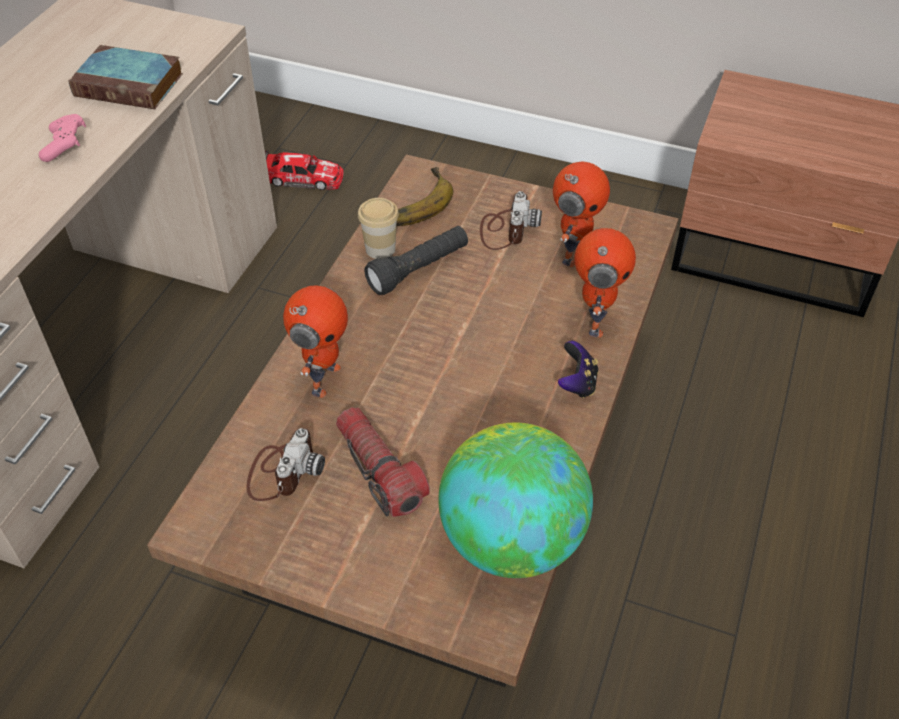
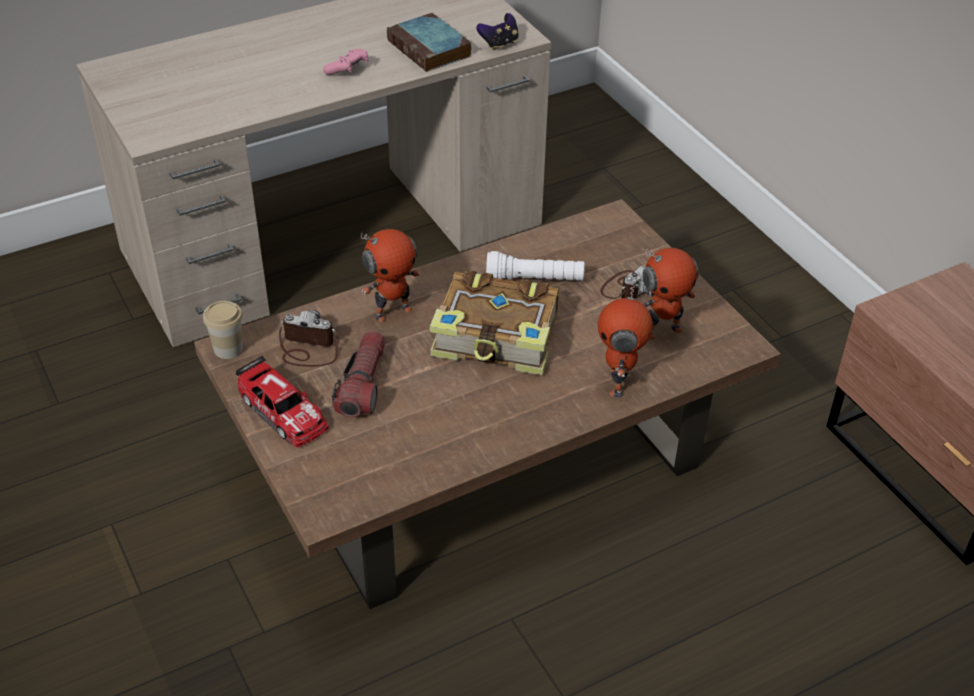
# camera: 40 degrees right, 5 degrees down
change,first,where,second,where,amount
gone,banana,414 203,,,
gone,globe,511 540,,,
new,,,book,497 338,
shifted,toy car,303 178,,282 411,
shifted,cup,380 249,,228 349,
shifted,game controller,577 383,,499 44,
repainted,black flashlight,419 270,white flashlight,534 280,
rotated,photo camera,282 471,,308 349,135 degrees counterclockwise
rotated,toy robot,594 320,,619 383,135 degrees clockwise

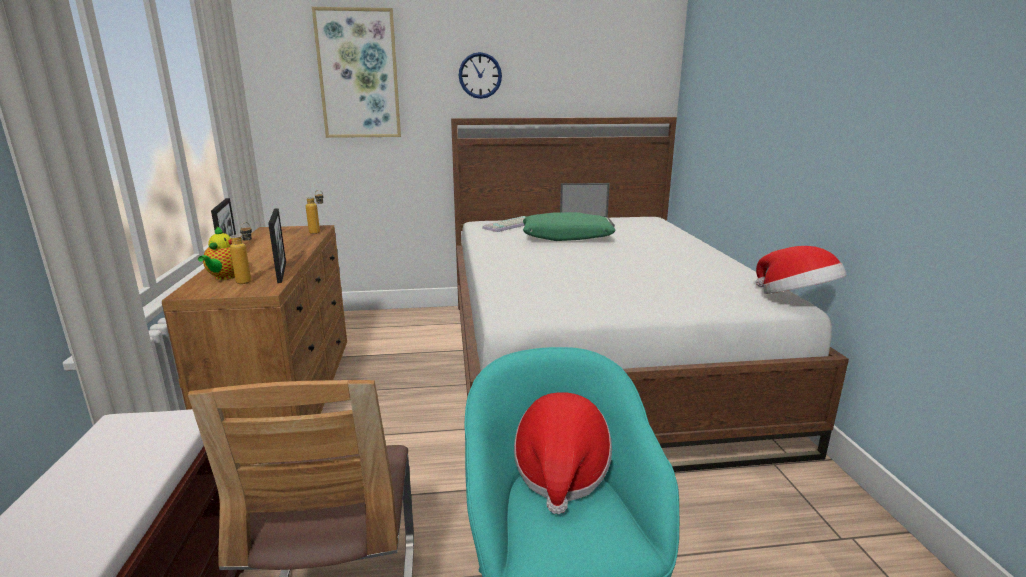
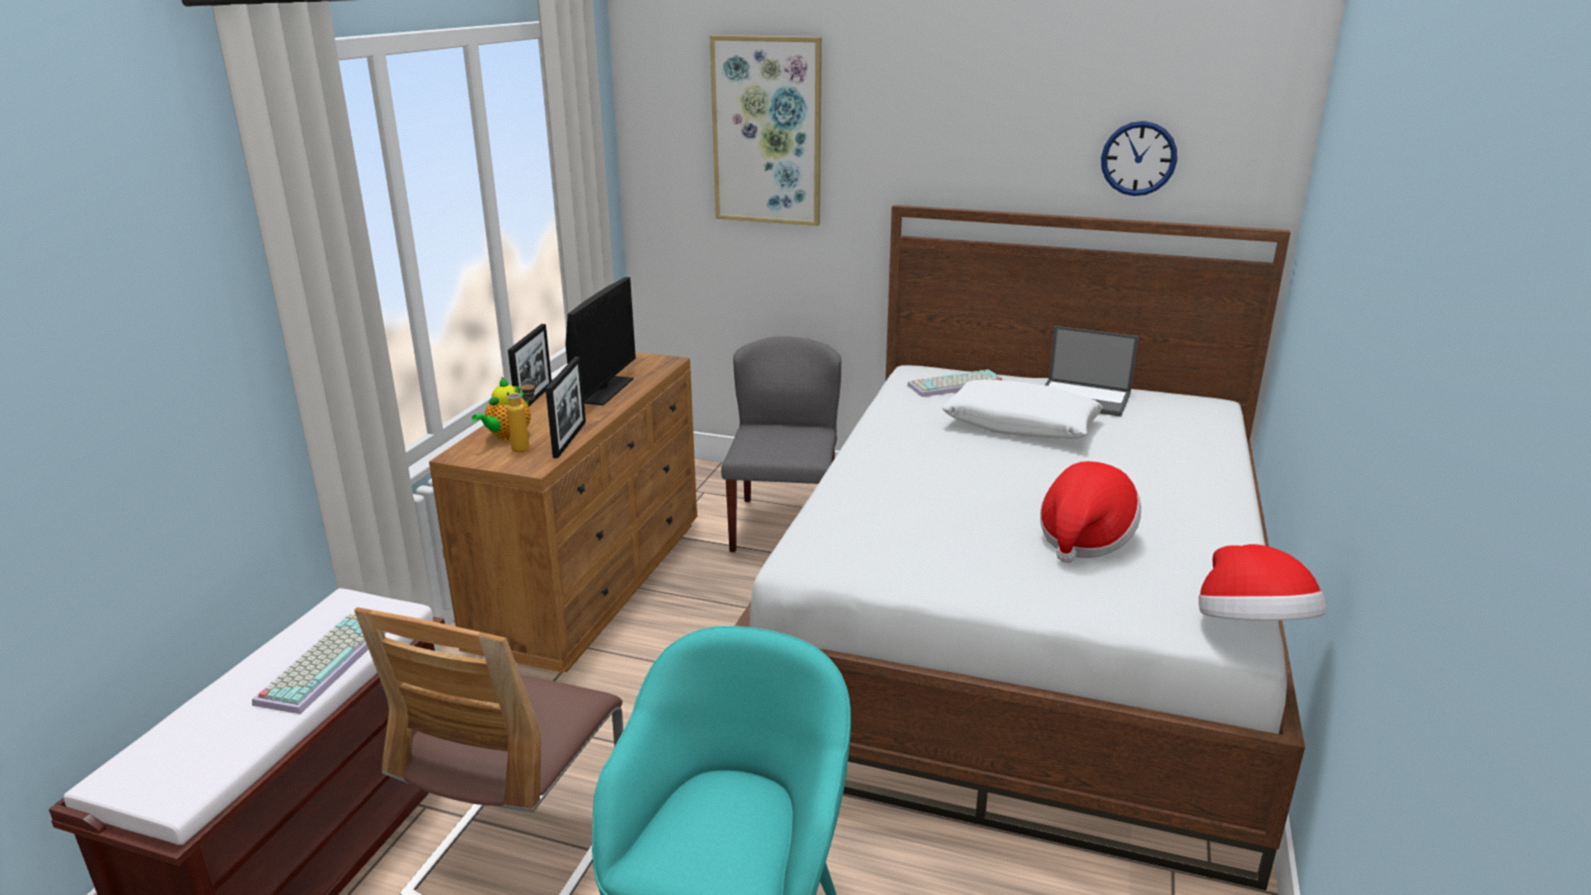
# camera: 25 degrees right, 5 degrees up
change,first,where,second,where,amount
gone,bottle,318 233,,,
new,,,keyboard,325 661,
new,,,monitor,603 390,
new,,,grey chair,783 526,
shifted,wall clock,480 75,,1138 158,
shifted,hat,561 473,,1084 539,
repainted,green pillow,566 237,white pillow,1020 425,

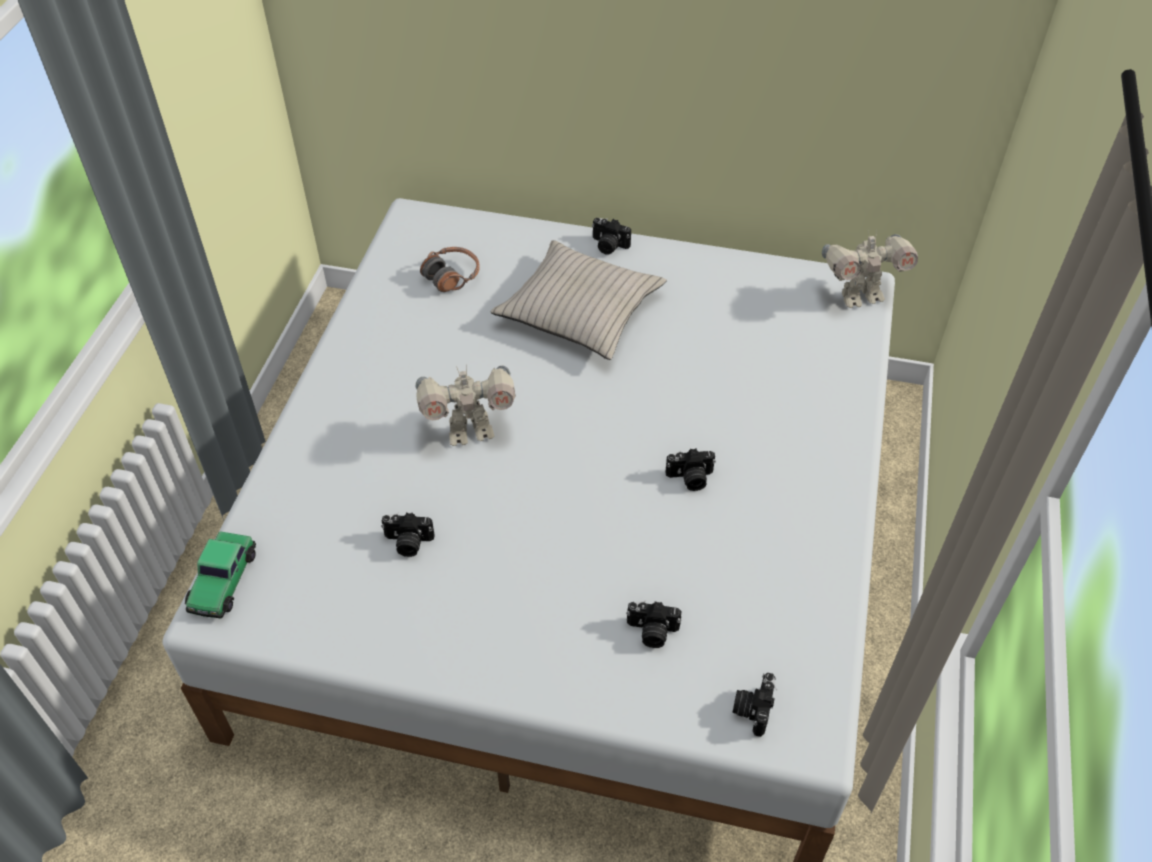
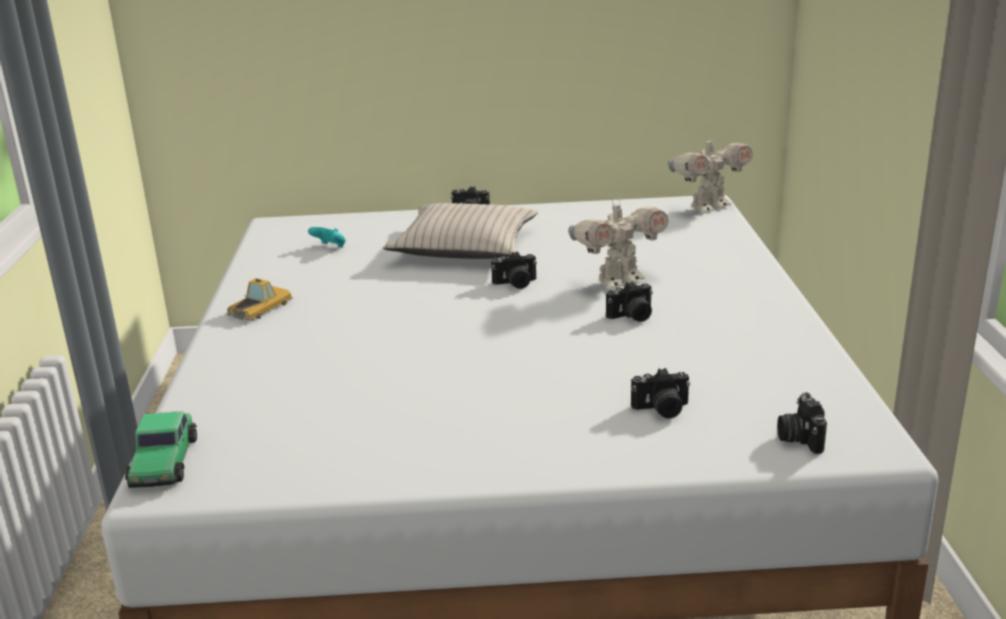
# camera: 15 degrees left, 25 degrees down
change,first,where,second,where,amount
new,,,toy car,261 308,
shifted,photo camera,408 543,,515 284,
shifted,toy robot,469 431,,618 280,
swapped,headphones,452 276,turquoise game controller,330 247,

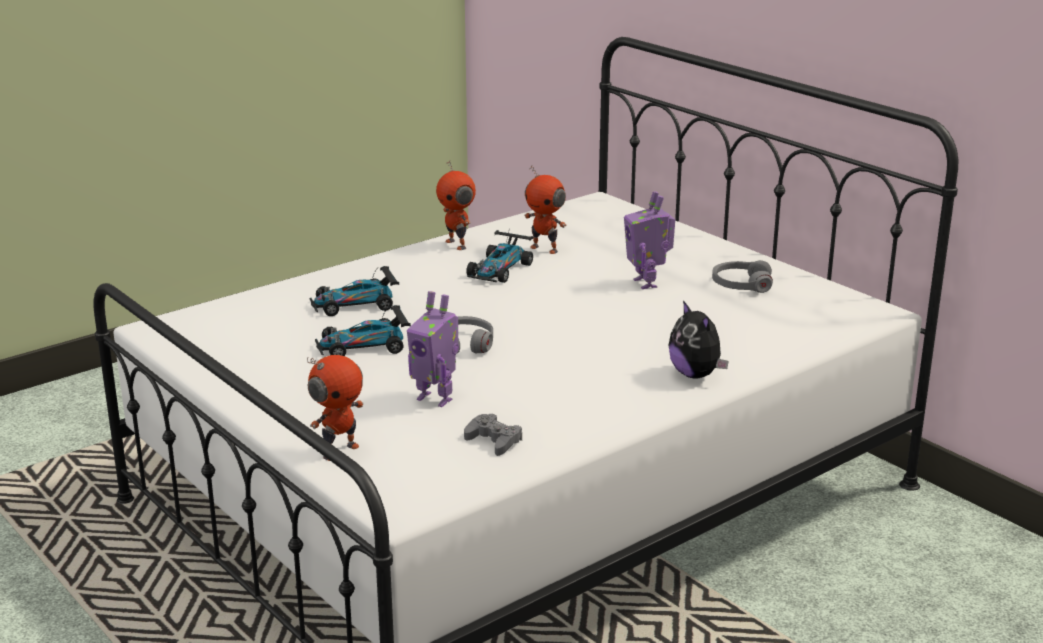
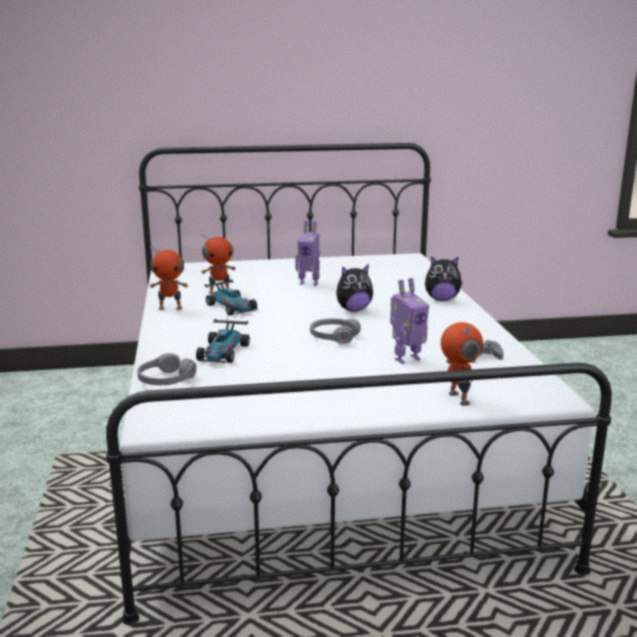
# camera: 60 degrees left, 5 degrees down
change,first,where,second,where,amount
gone,toy car,363 346,,,
new,,,plush toy,353 310,
shifted,grey headphones,741 285,,165 380,

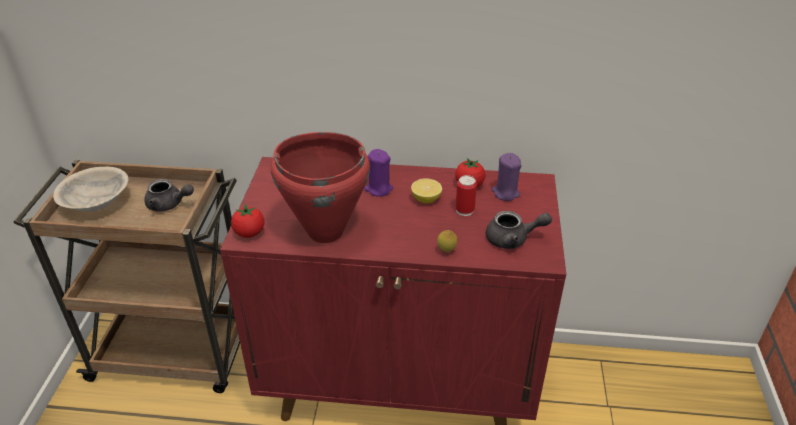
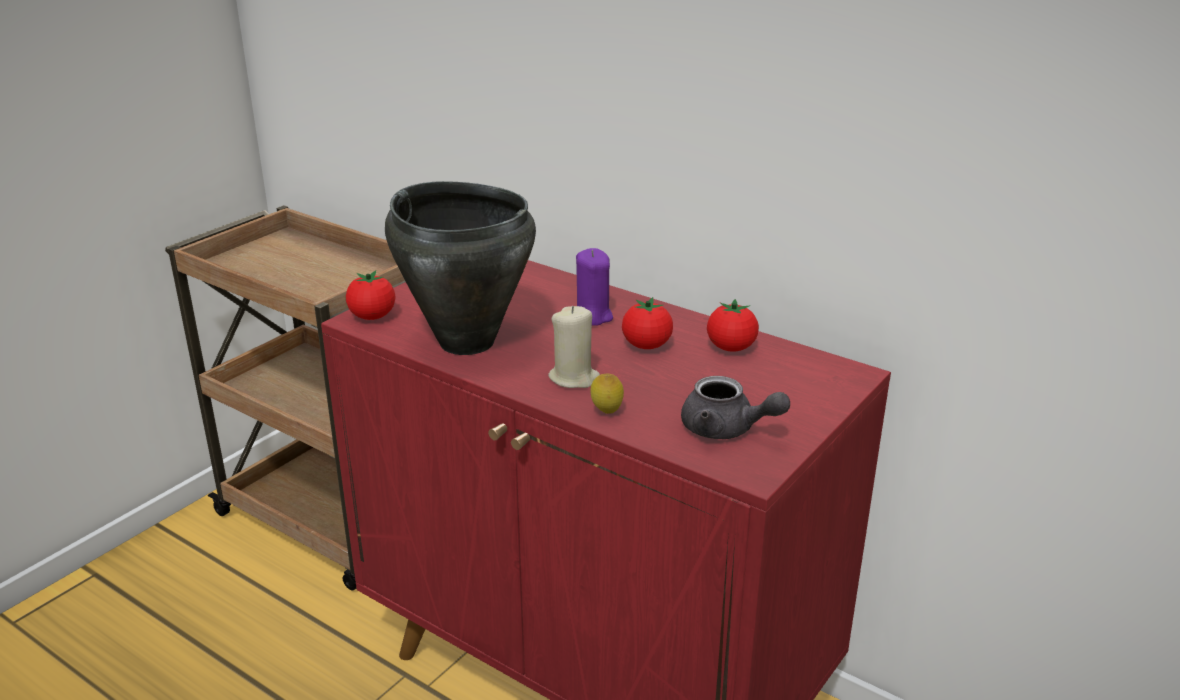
# camera: 30 degrees right, 10 degrees down
change,first,where,second,where,amount
gone,beige bowl,97 203,,,
gone,grey teapot,169 205,,,
gone,can,464 210,,,
gone,purple candle,505 193,,,
new,,,beige candle,574 378,
swapped,lemon,426 199,tomato,646 345,
repainted,red cooking pot,325 231,black cooking pot,466 341,

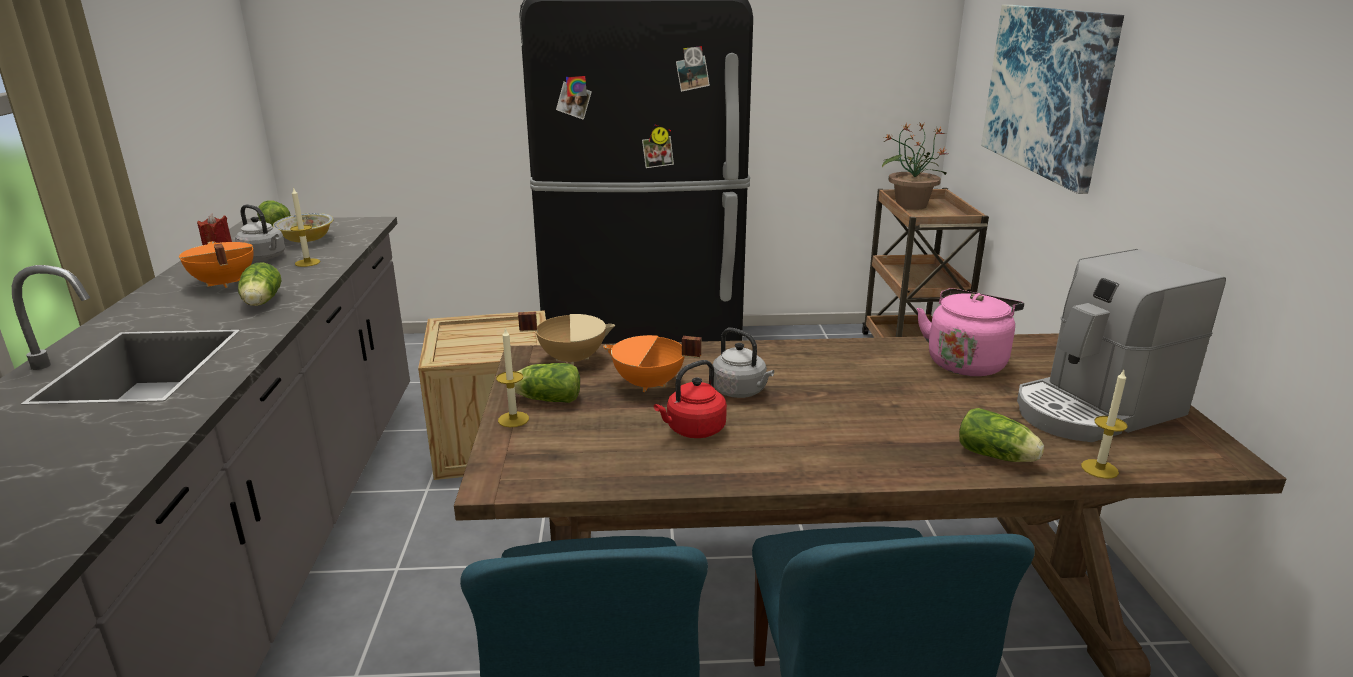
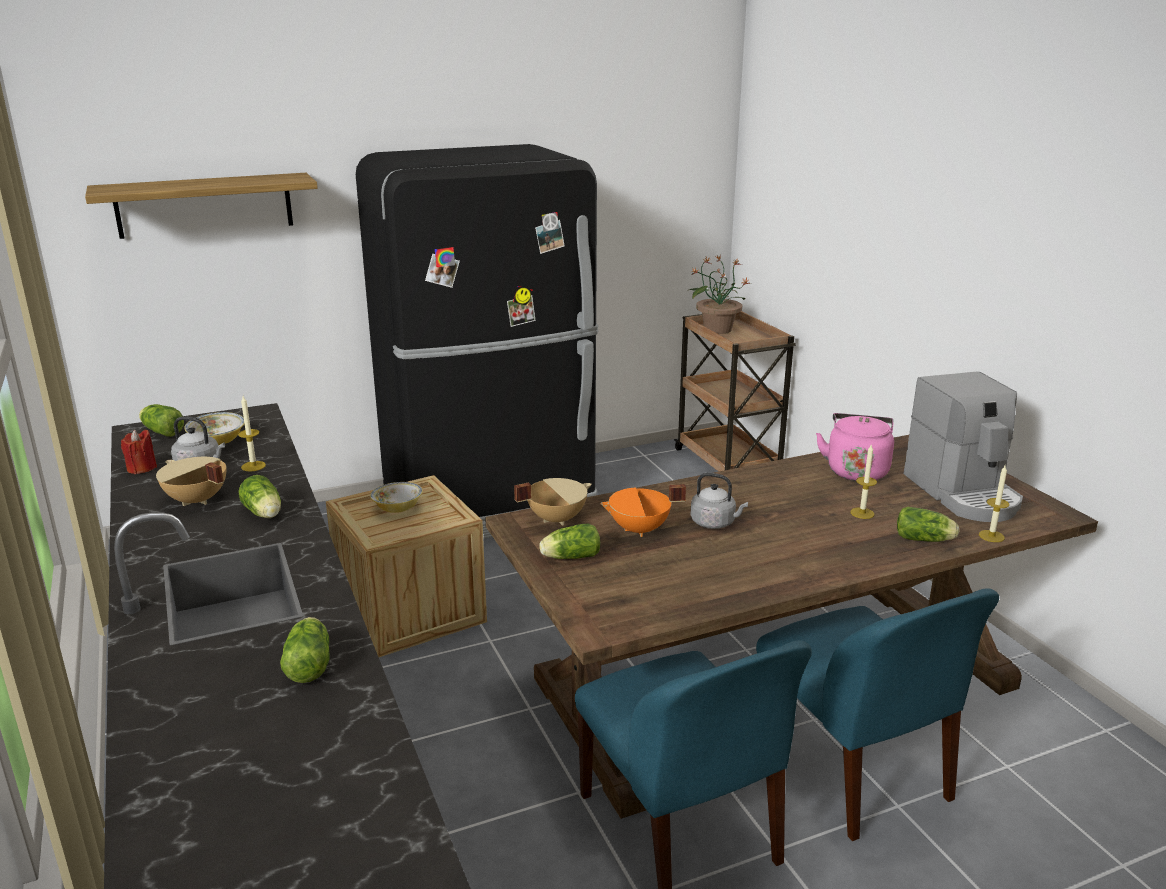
# camera: 20 degrees left, 0 degrees up
change,first,where,second,where,amount
gone,red kettle,693 430,,,
gone,picture,1046 91,,,
new,,,shelf,204 205,
new,,,lettuce,309 663,
new,,,bowl,397 508,
shifted,candle,513 419,,862 513,
repainted,orange cooking pot,222 283,beige cooking pot,196 501,
rotated,coffee machine,1095 410,,963 493,60 degrees counterclockwise

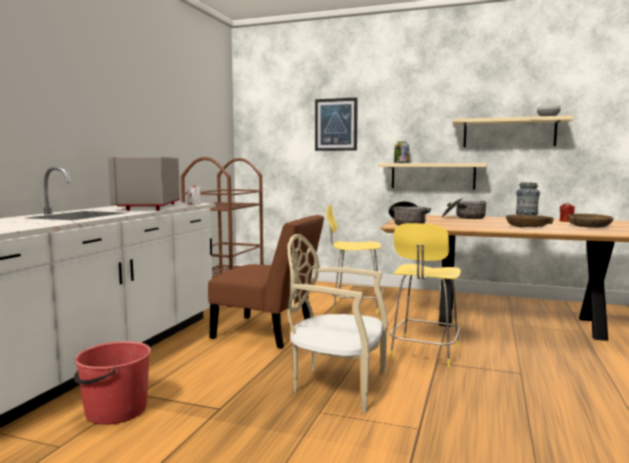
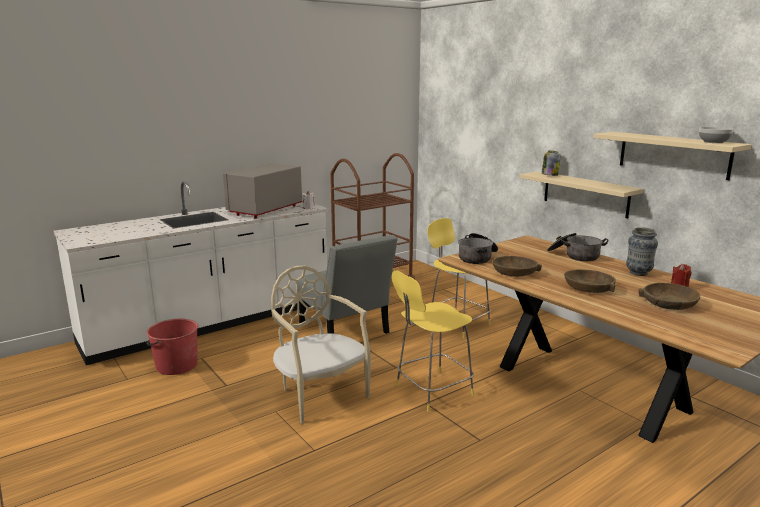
# camera: 35 degrees right, 10 degrees up
change,first,where,second,where,amount
gone,picture,336 124,,,
new,,,brown bowl,514 272,
repainted,brown chair,268 333,grey chair,346 331,

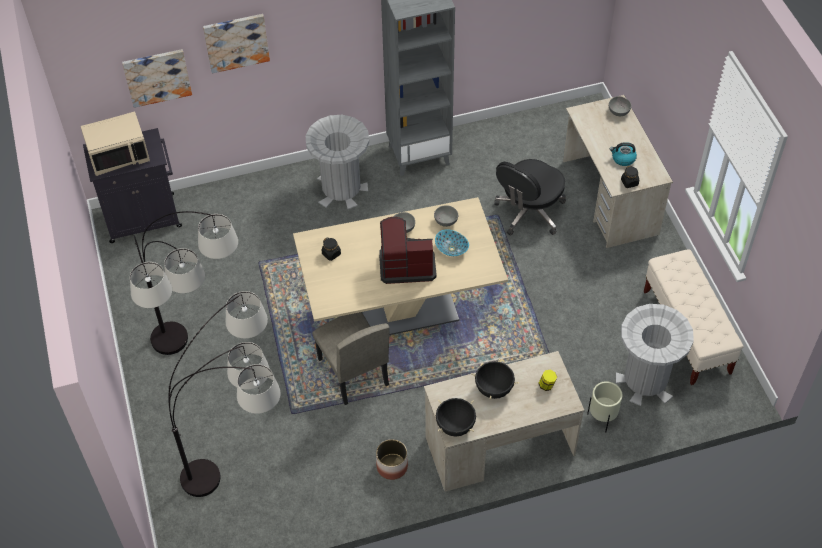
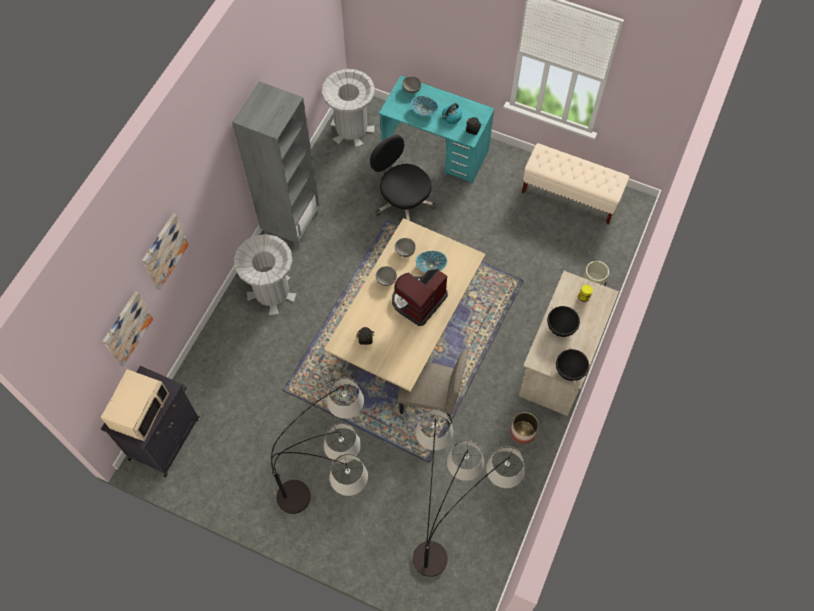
# camera: 50 degrees left, 10 degrees up
change,first,where,second,where,amount
new,,,bowl,424 110,
shifted,grey trash can,645 380,,351 129,
repainted,beige desk,609 197,turquoise desk,435 151,
rotated,black office chair,529 212,,403 202,150 degrees clockwise

